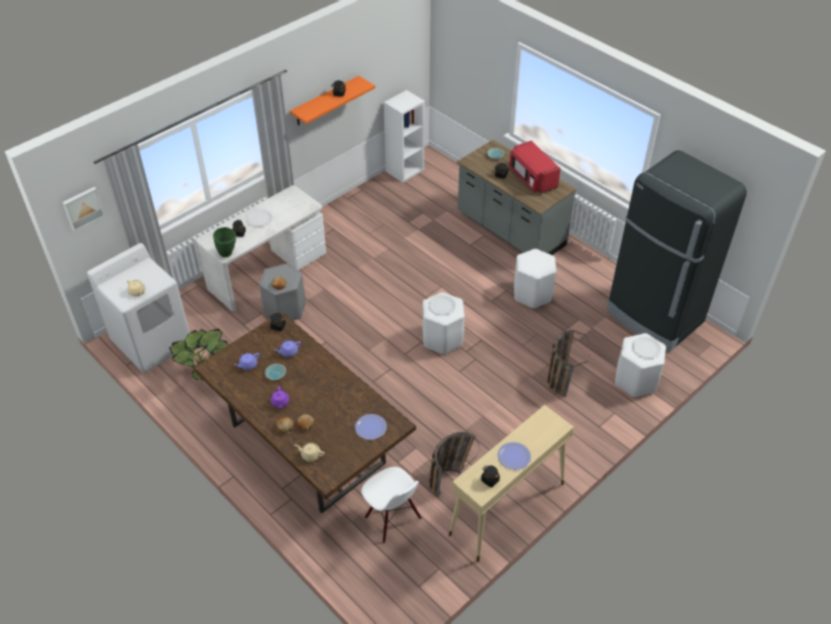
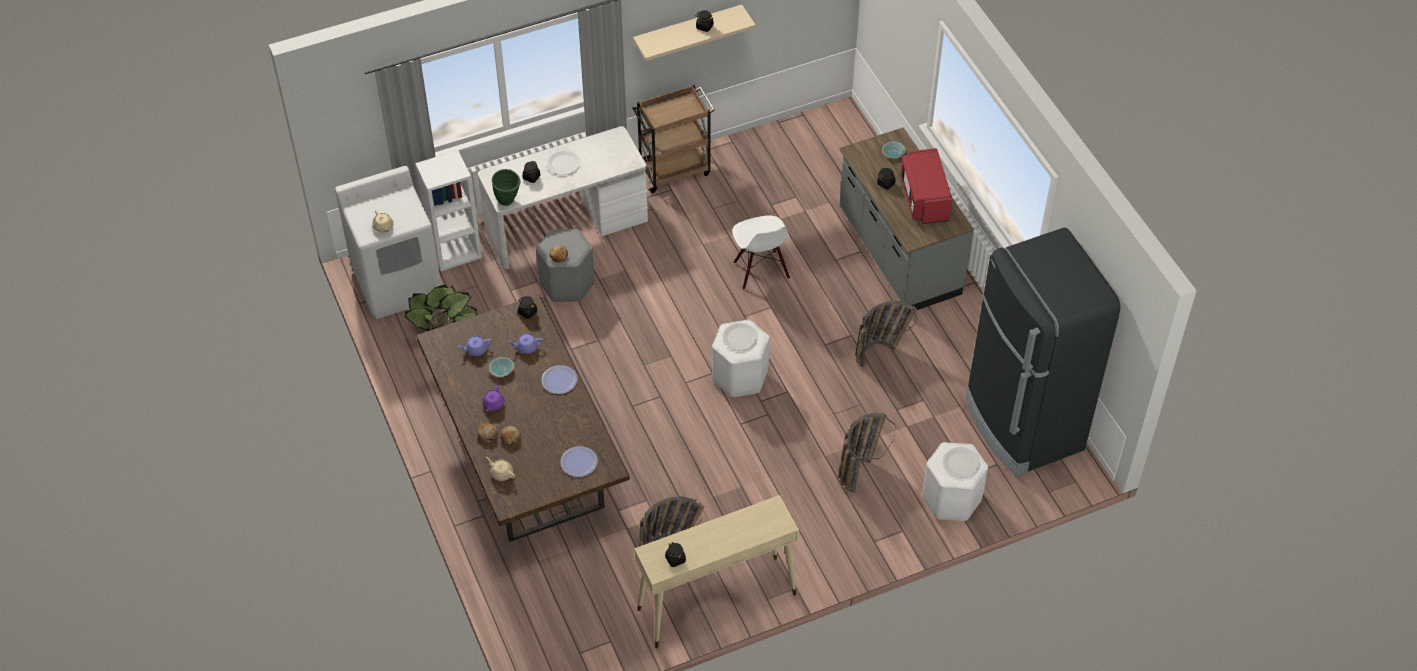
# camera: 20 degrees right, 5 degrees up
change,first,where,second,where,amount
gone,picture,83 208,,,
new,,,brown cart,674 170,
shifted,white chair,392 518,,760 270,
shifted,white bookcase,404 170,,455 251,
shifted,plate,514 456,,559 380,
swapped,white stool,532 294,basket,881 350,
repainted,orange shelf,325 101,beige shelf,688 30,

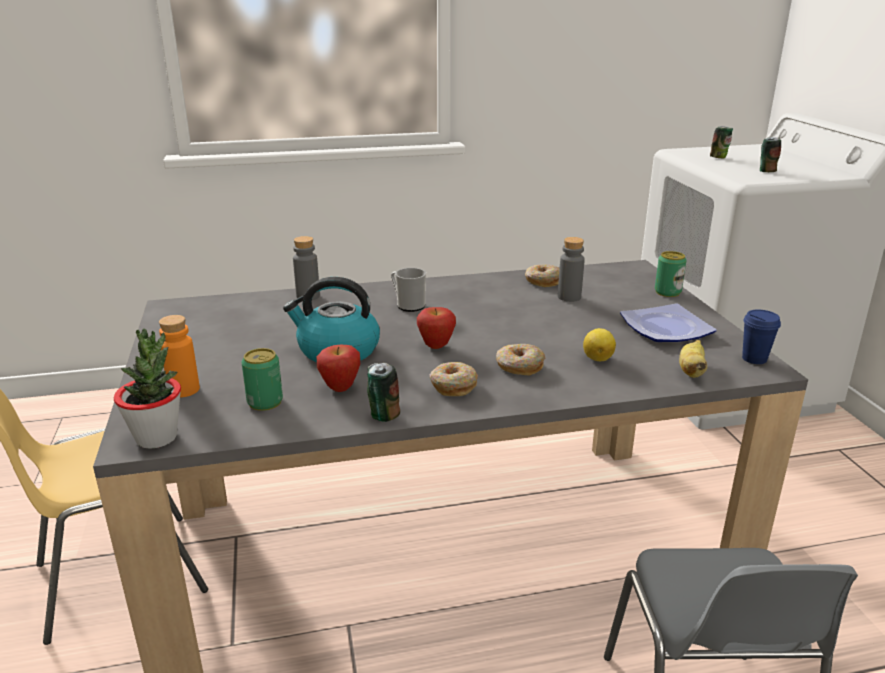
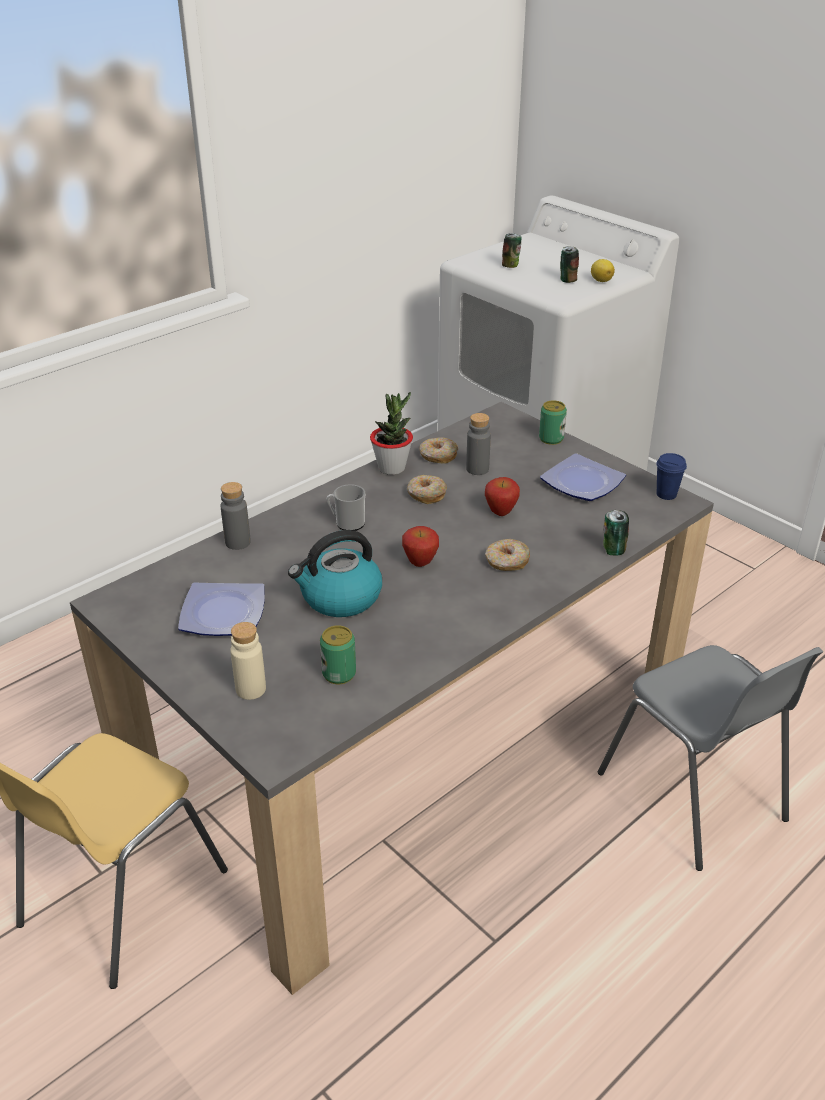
# camera: 30 degrees left, 10 degrees up
change,first,where,second,where,amount
gone,banana,691 371,,,
new,,,plate,221 614,
shifted,potted plant,157 438,,392 468,
shifted,apple,340 388,,500 513,
shifted,can,383 415,,613 550,
shifted,donut,453 386,,426 495,
shifted,lemon,598 358,,601 280,
repainted,orange bottle,184 390,beige bottle,251 689,

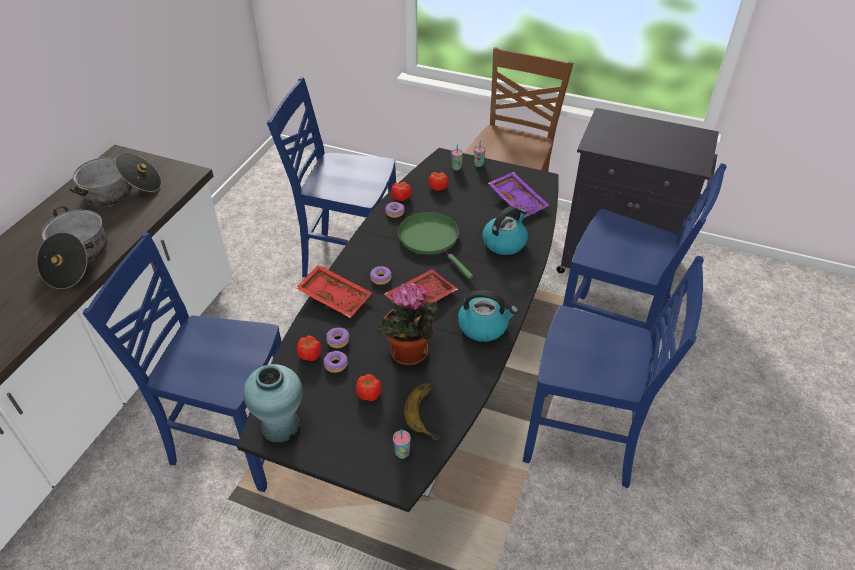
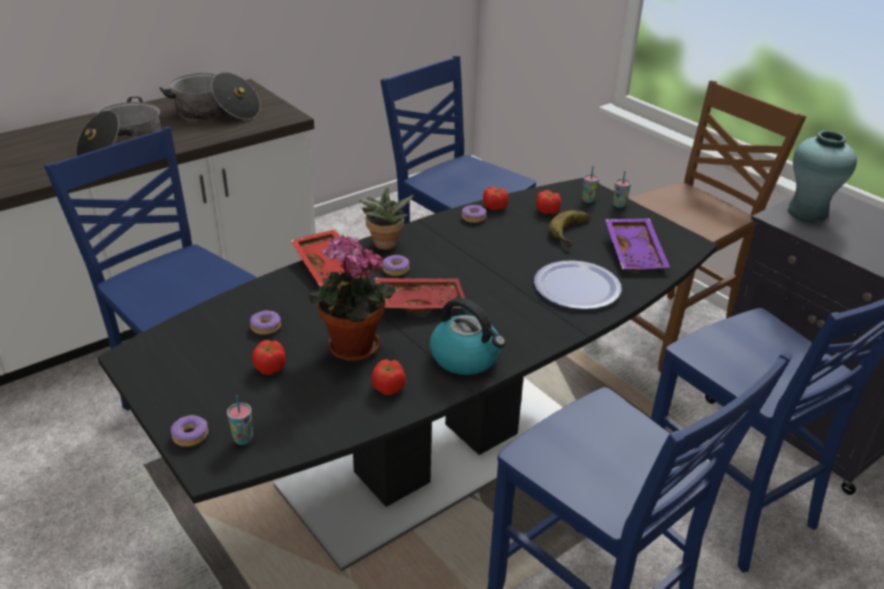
# camera: 30 degrees right, 10 degrees down
change,first,where,second,where,amount
gone,green frying pan,431 239,,,
new,,,potted plant,385 246,
shifted,turquoise vase,281 426,,807 212,
shifted,tomato,310 355,,388 388,
shifted,donut,337 340,,190 435,
shifted,banana,429 412,,575 233,
swapped,kettle,504 242,plate,576 287,

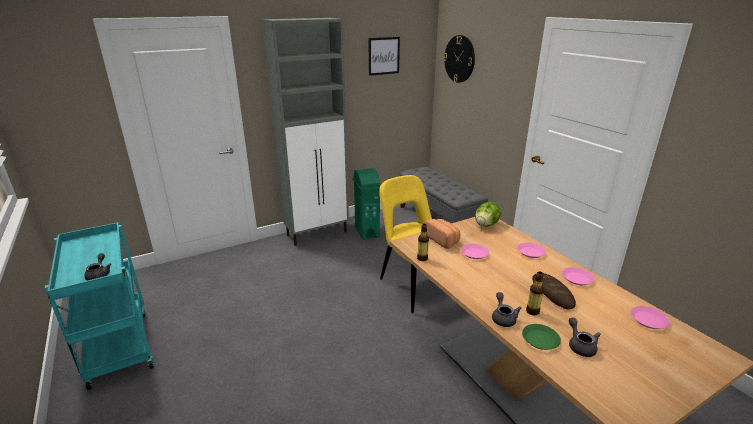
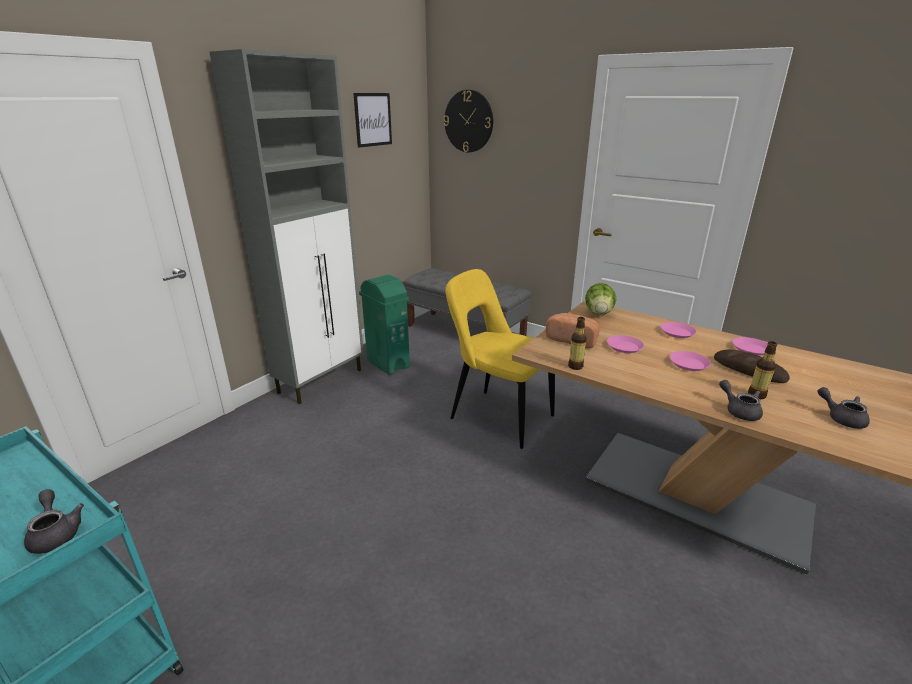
# camera: 25 degrees left, 0 degrees up
change,first,where,second,where,amount
gone,green plate,540 339,,,
shifted,pink plate,649 320,,688 364,

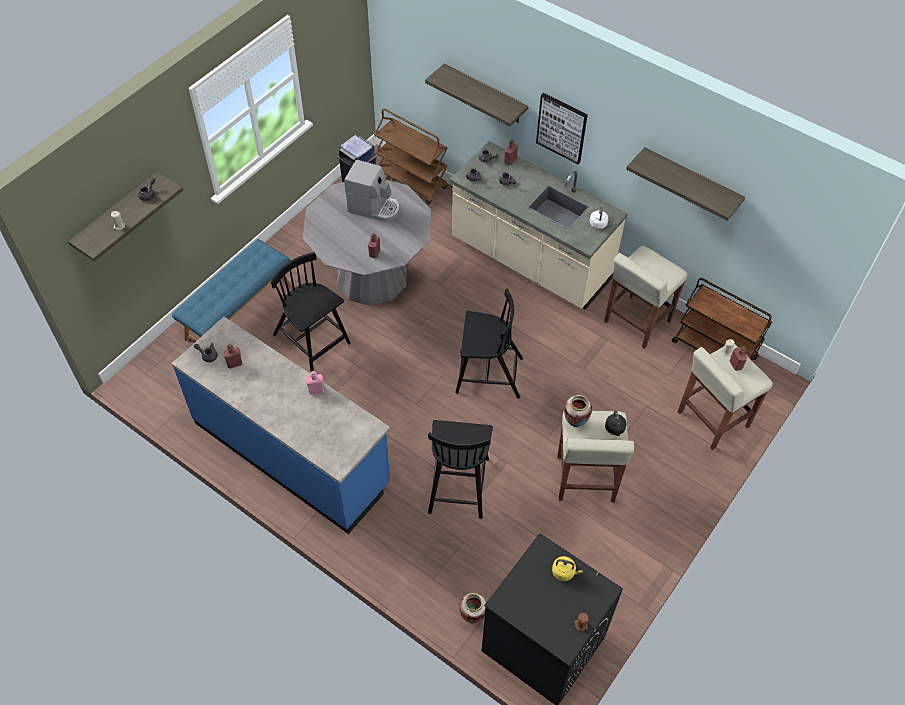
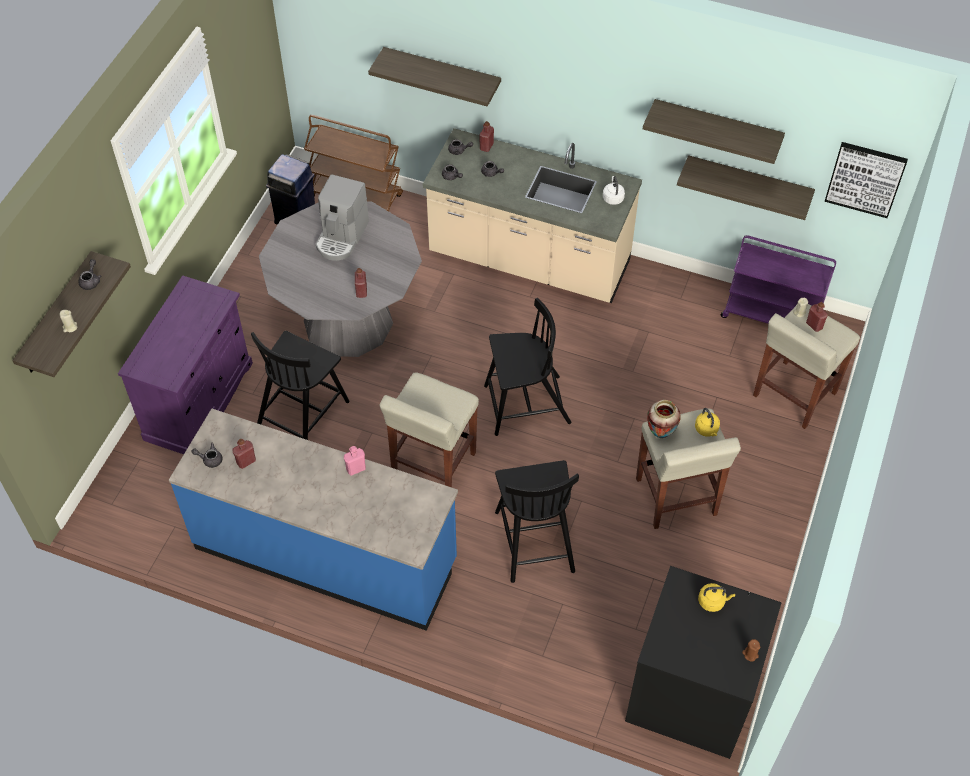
# camera: 15 degrees left, 0 degrees up
change,first,where,second,where,amount
gone,vase,472 617,,,
new,,,shelf,748 183,
shifted,picture,562 128,,865 178,
shifted,beige stool,636 322,,433 465,
swapped,blue bench,238 311,purple cabinet,199 401,
repainted,black kettle,615 429,yellow kettle,707 430,
repainted,brown cart,714 350,purple cart,771 316,
rotated,black chair,312 340,,303 414,90 degrees counterclockwise
rotated,coffee machine,374 207,,341 237,105 degrees clockwise

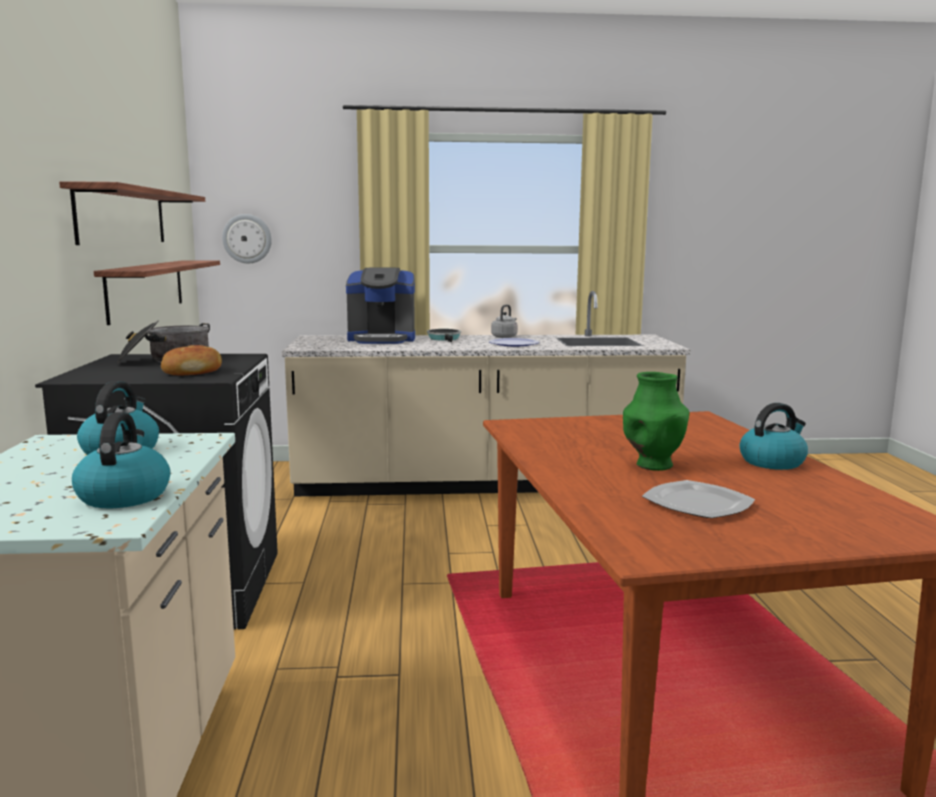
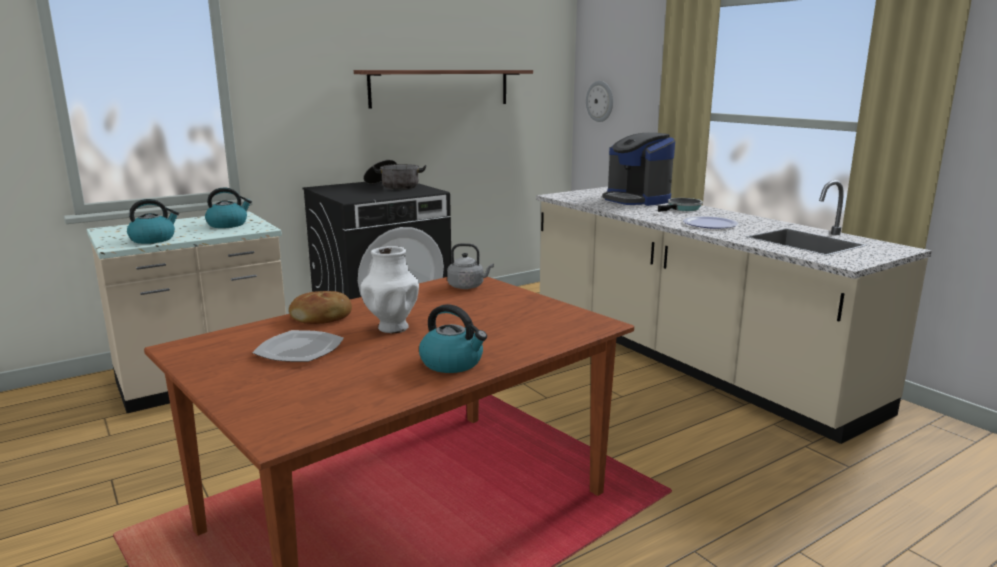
# camera: 60 degrees right, 5 degrees up
change,first,where,second,where,amount
gone,shelf,146 288,,,
shifted,bread,193 371,,322 317,
shifted,grey kettle,505 337,,468 286,
repainted,green vase,653 465,white vase,392 327,

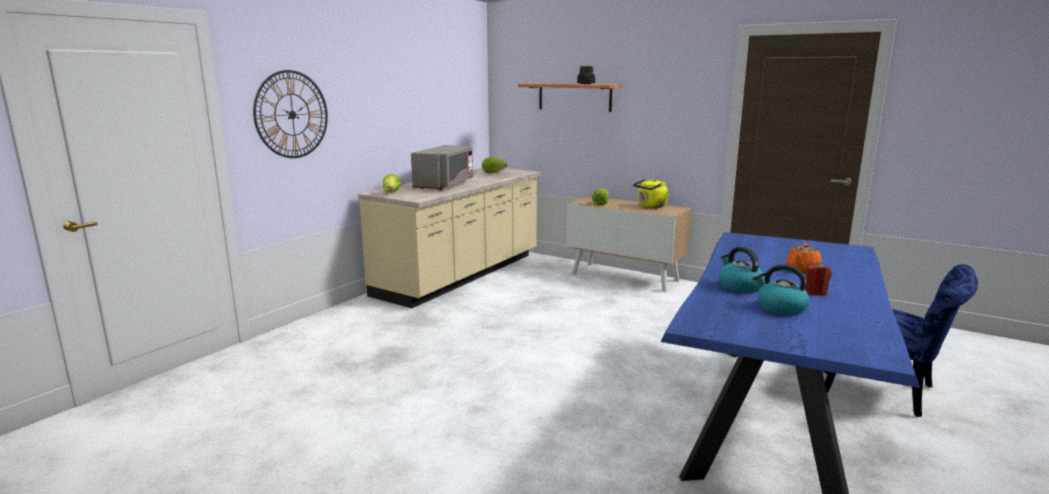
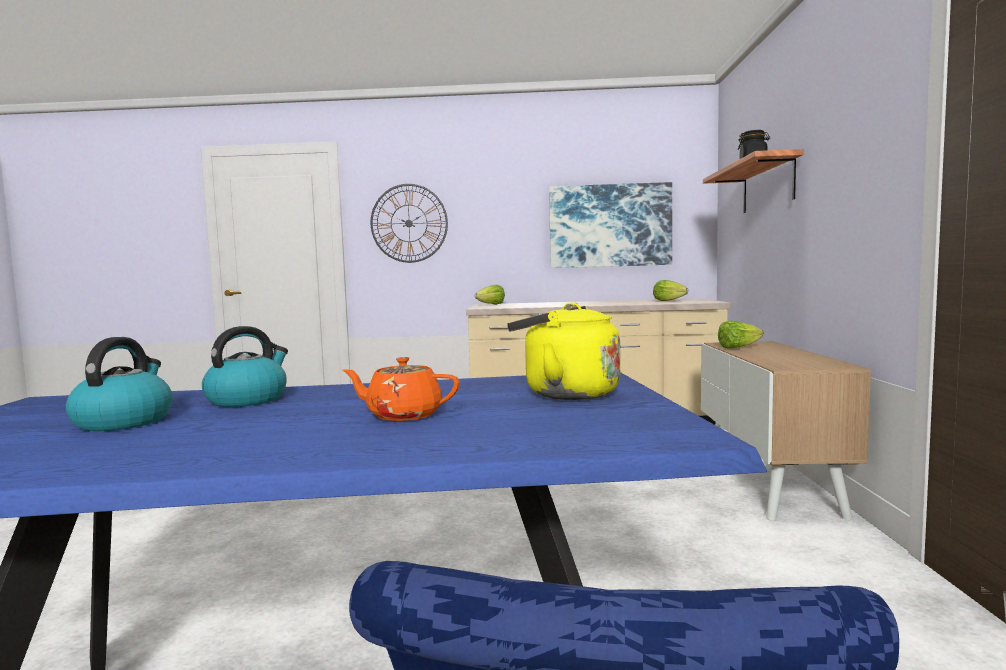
# camera: 60 degrees right, 10 degrees down
change,first,where,second,where,amount
gone,grey microwave,445 185,,,
gone,red candle,815 292,,,
new,,,picture,610 226,
shifted,yellow kettle,650 206,,565 394,

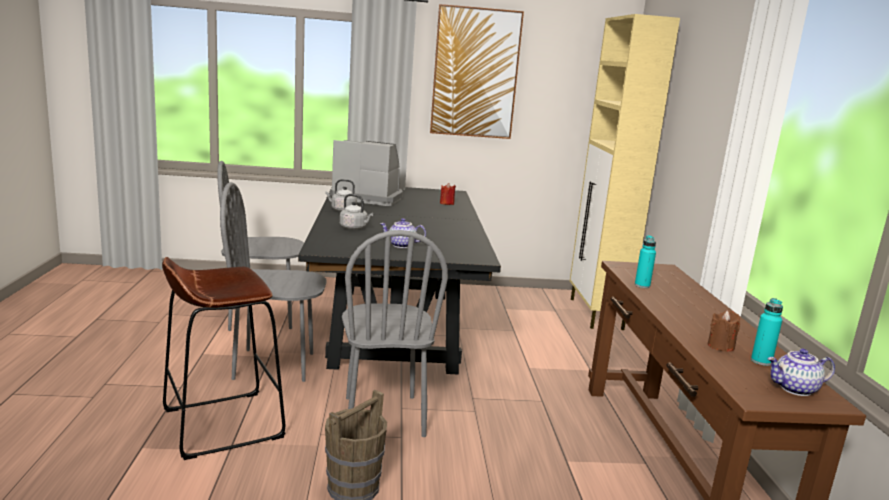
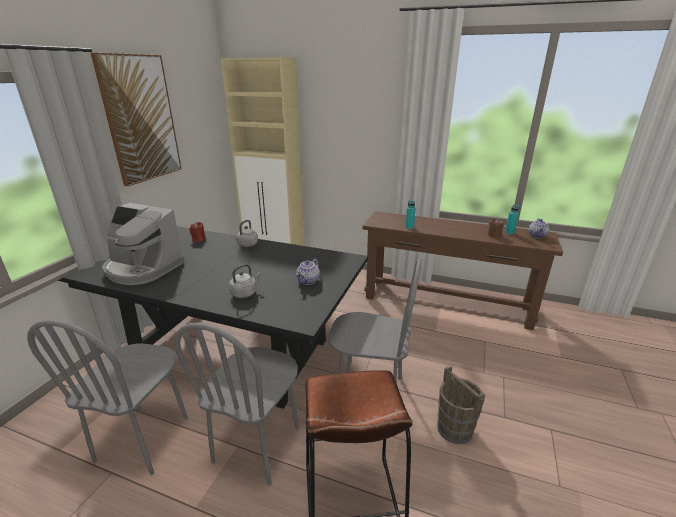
# camera: 65 degrees left, 10 degrees up
change,first,where,second,where,amount
shifted,grey kettle,342 210,,247 245,
rotated,coffee machine,368 197,,143 268,105 degrees counterclockwise

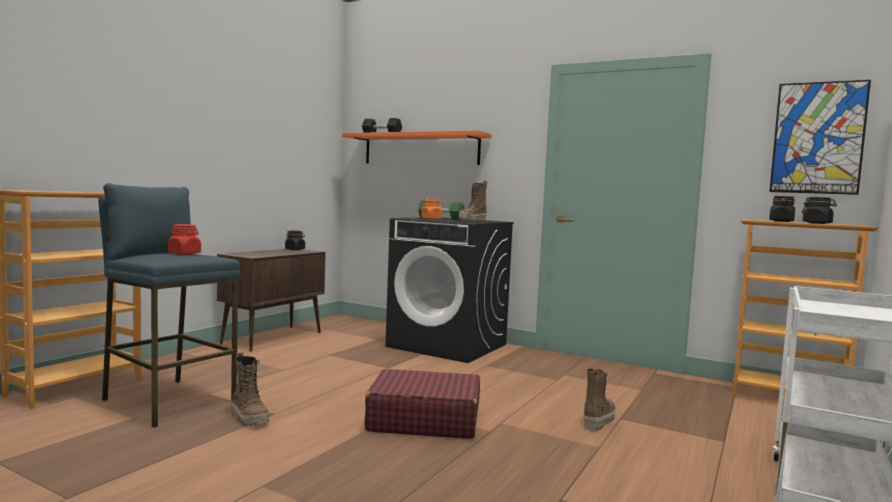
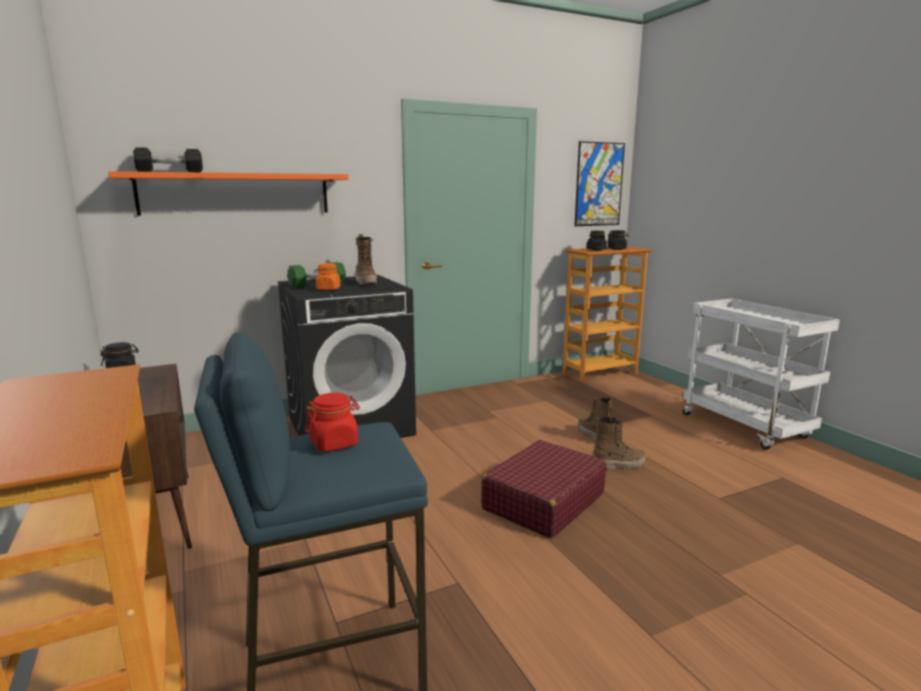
# camera: 55 degrees left, 10 degrees up
change,first,where,second,where,amount
shifted,boot,249 418,,618 465,

